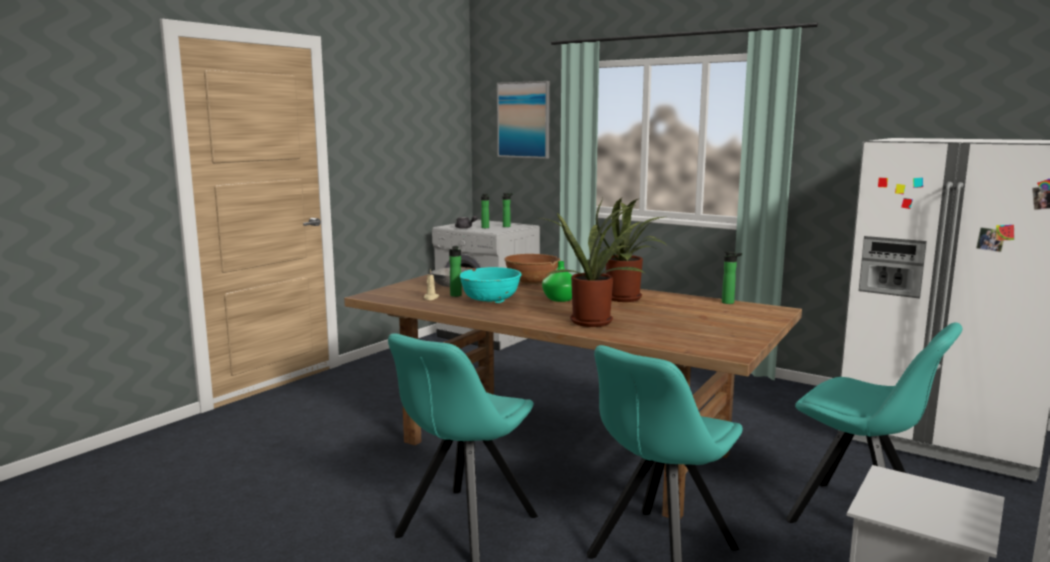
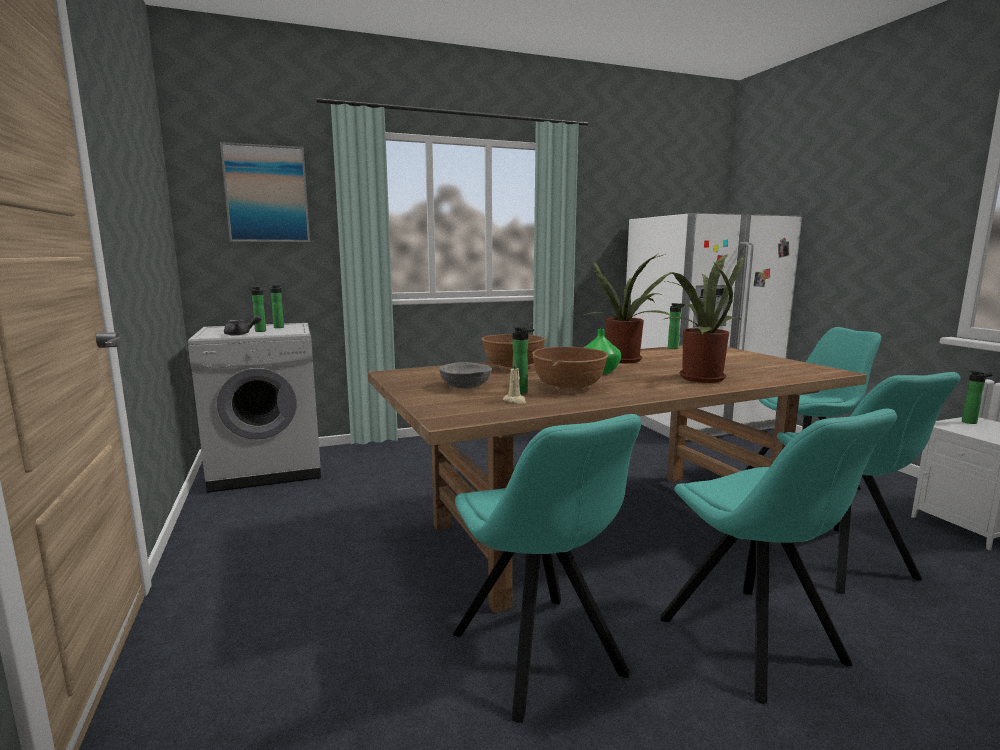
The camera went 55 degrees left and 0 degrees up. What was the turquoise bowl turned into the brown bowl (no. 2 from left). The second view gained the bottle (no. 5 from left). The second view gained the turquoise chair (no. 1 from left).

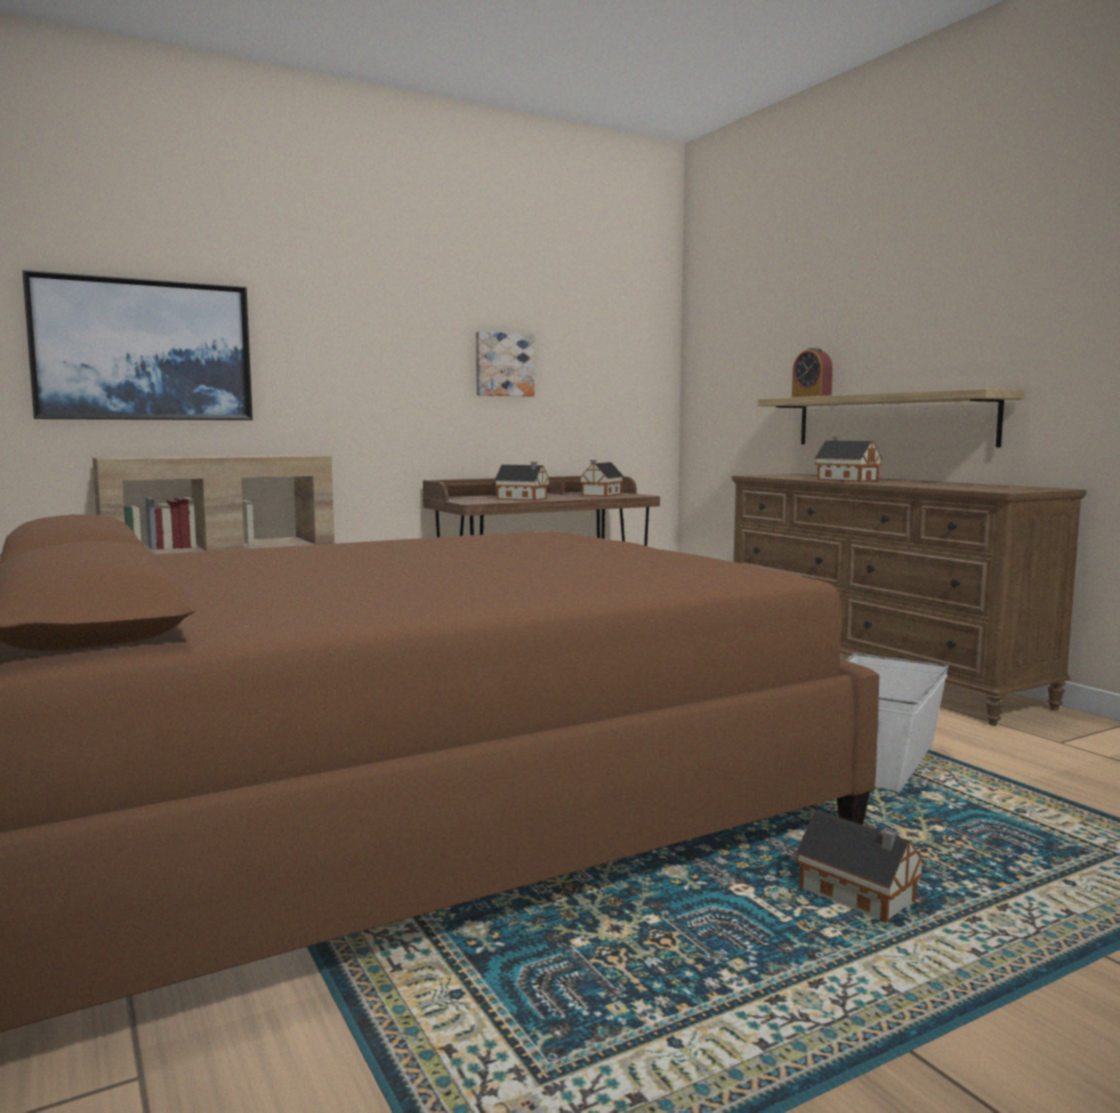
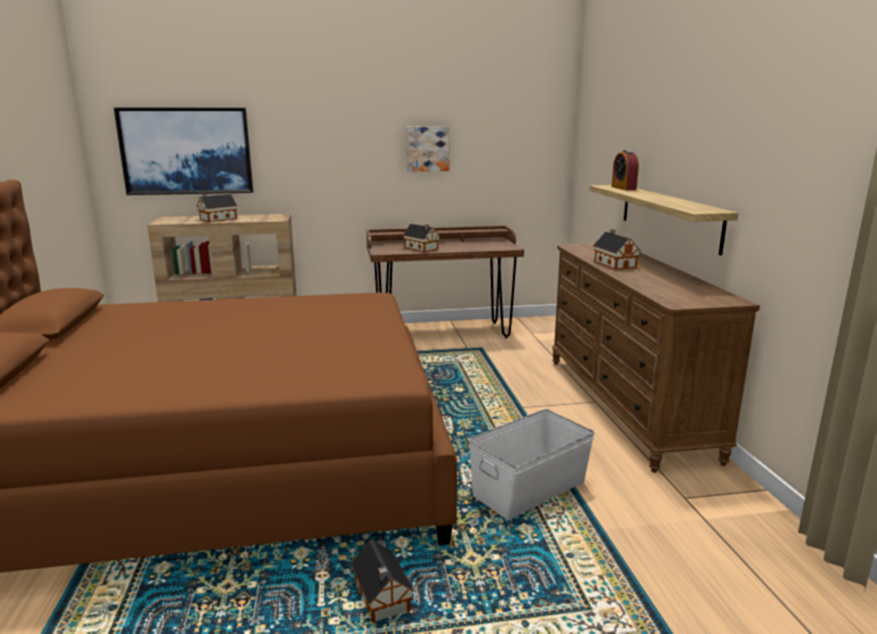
The camera went 20 degrees right and 10 degrees up. The toy house (no. 2 from left in the first image) ended up elsewhere.

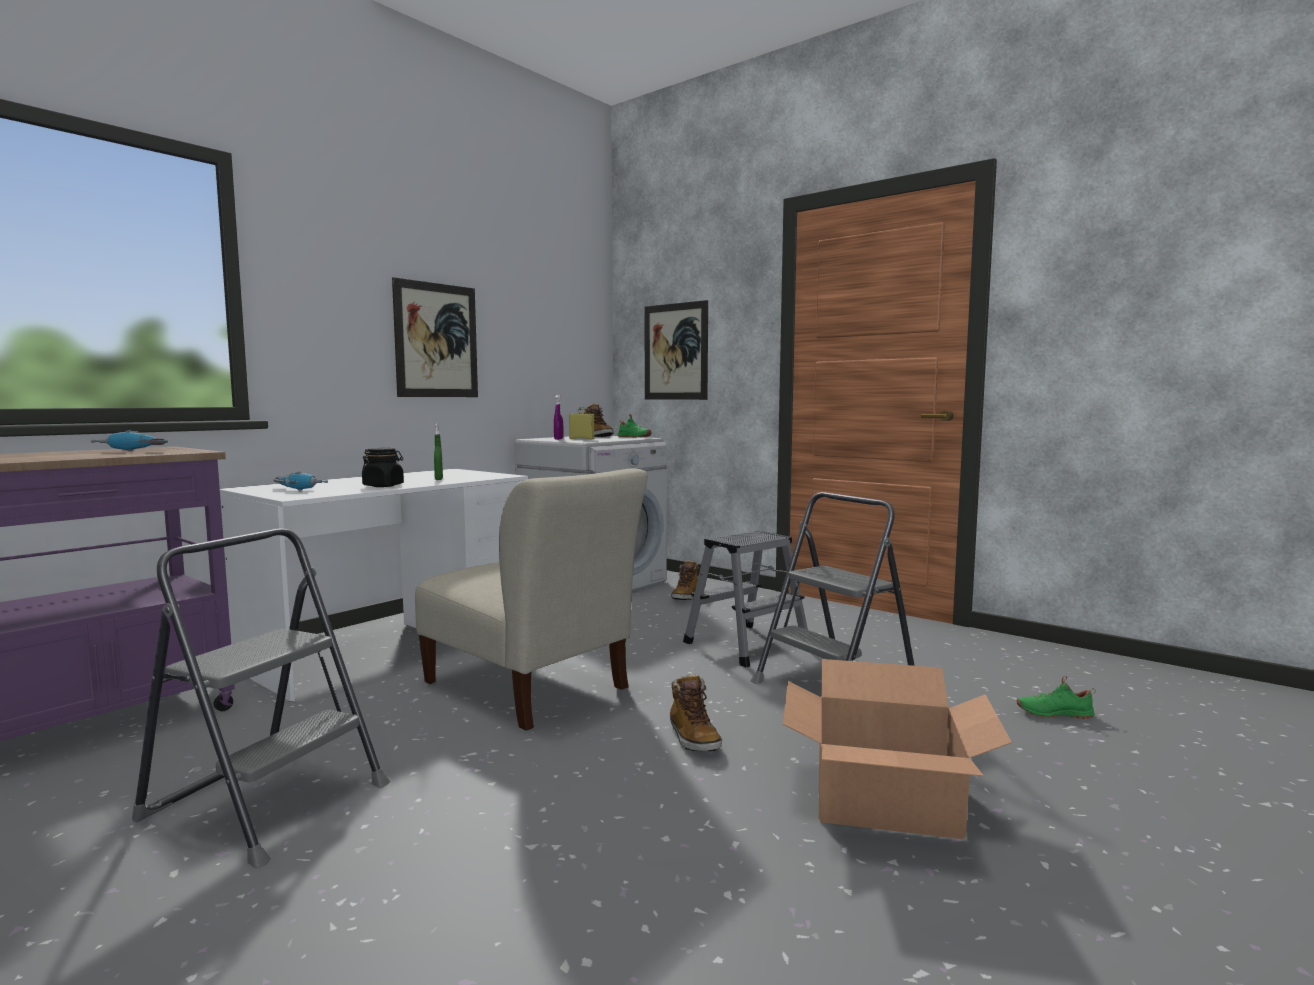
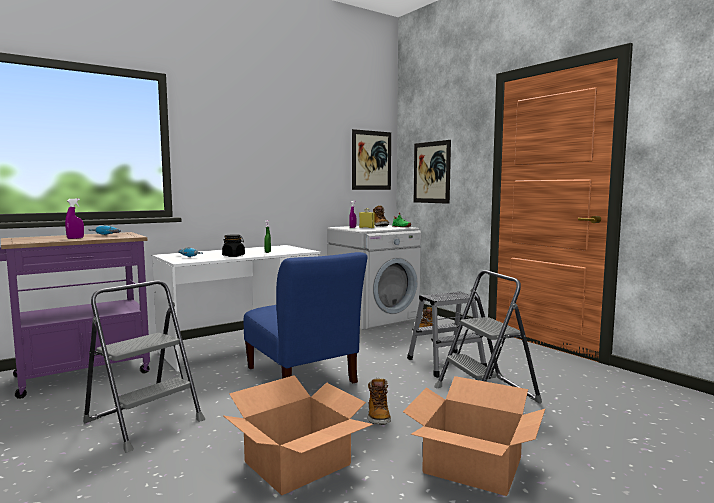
The camera went 15 degrees right and 0 degrees up. The picture (no. 1 from left) ended up elsewhere. What was the beige chair turned into the blue chair. The second view lost the green shoe (no. 2 from left). The second view gained the purple spray bottle (no. 1 from left). The second view gained the cardboard box (no. 1 from left).

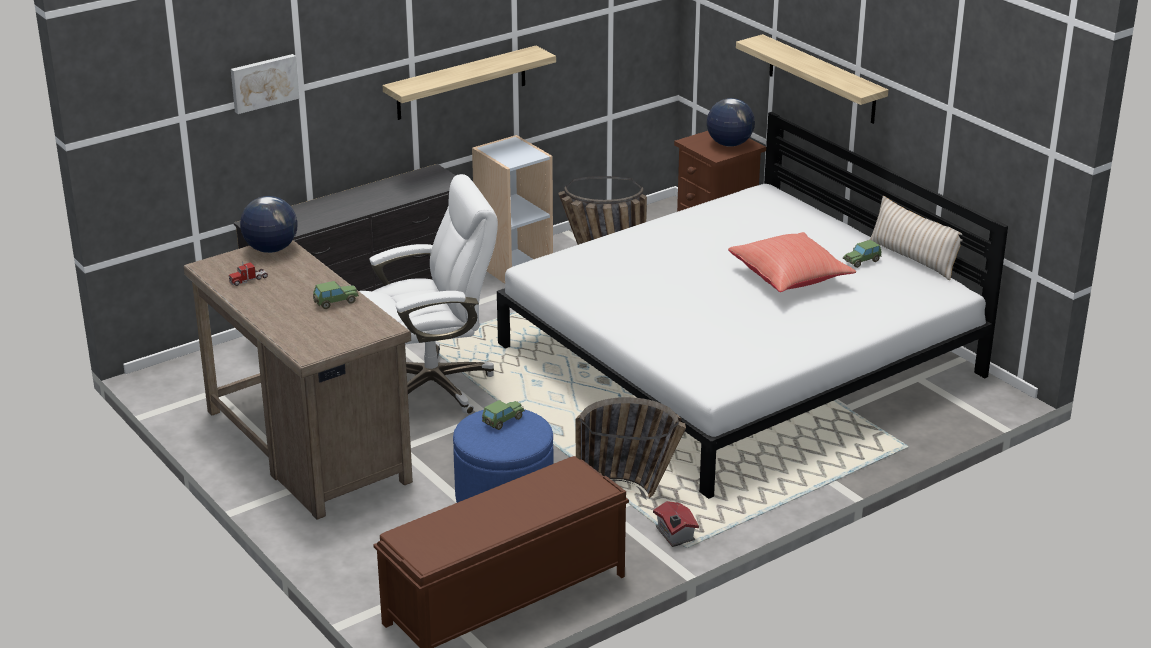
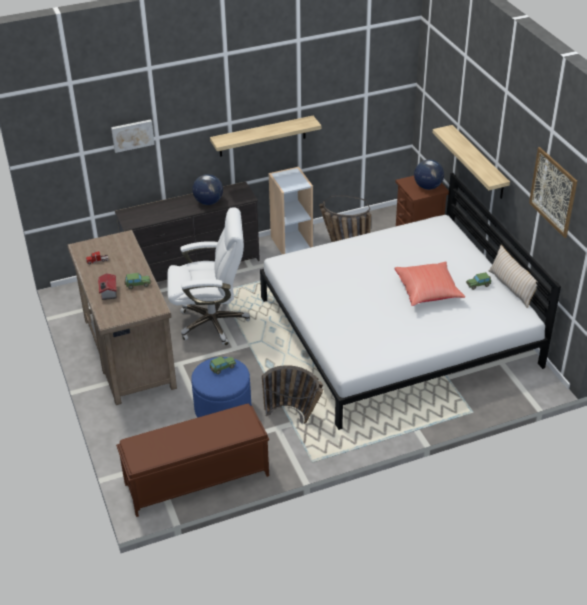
The camera went 15 degrees right and 10 degrees up. The globe (no. 1 from left) ended up elsewhere. The toy house ended up elsewhere. The second view gained the picture (no. 2 from left).

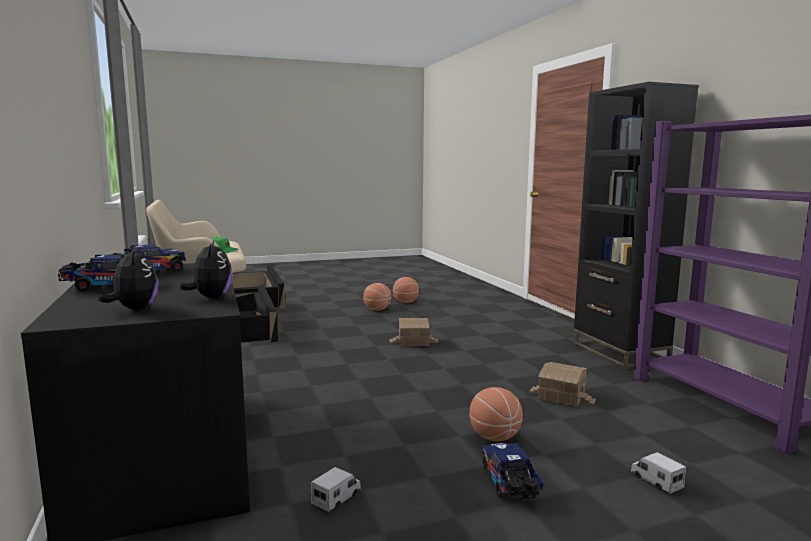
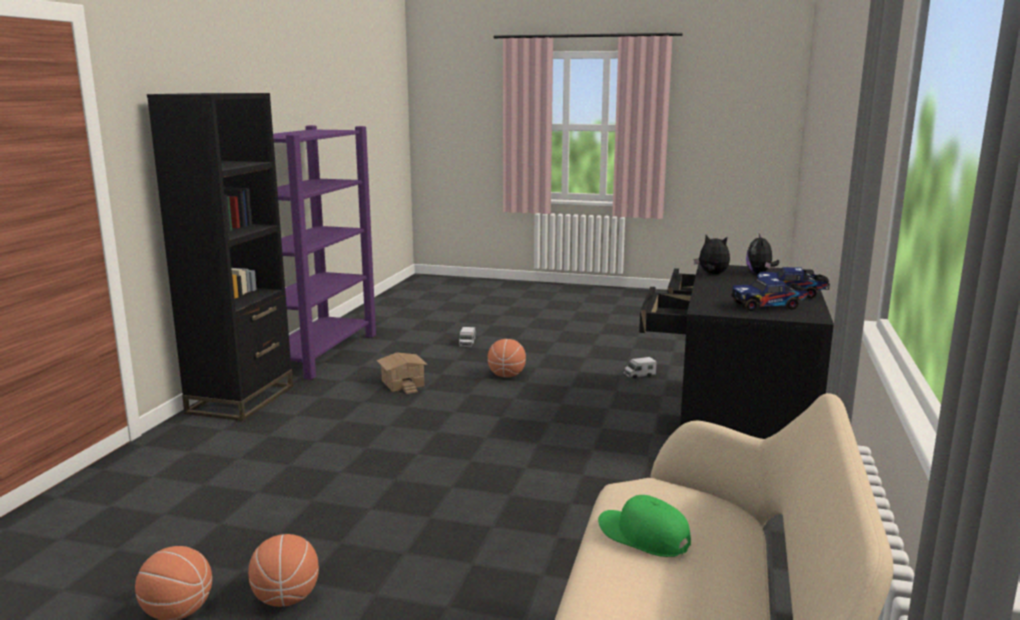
The camera went 145 degrees left and 5 degrees up. The plush toy (no. 2 from left in the first image) ended up facing another way, 105 degrees clockwise from before. The second view lost the toy house (no. 1 from left). The second view lost the toy truck (no. 4 from left).

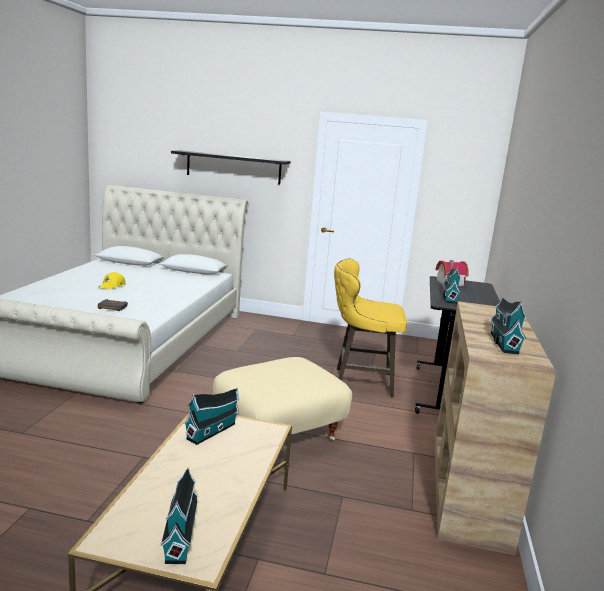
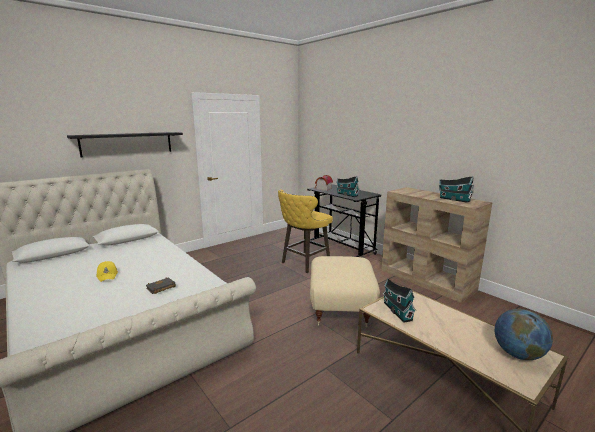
The camera went 50 degrees left and 0 degrees up. Where the toy house (no. 1 from left) stood, the globe came to stand.

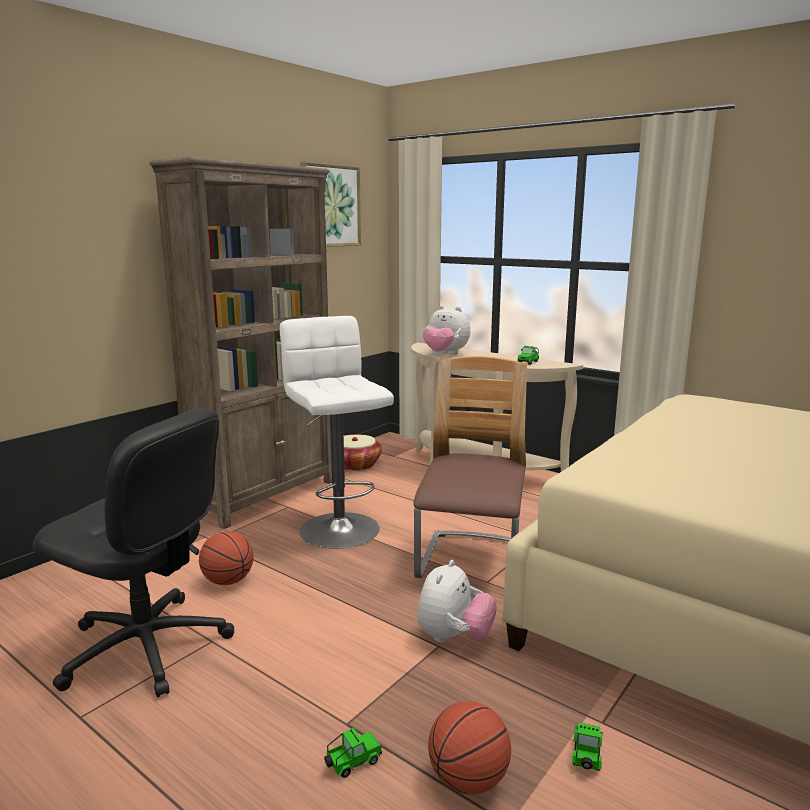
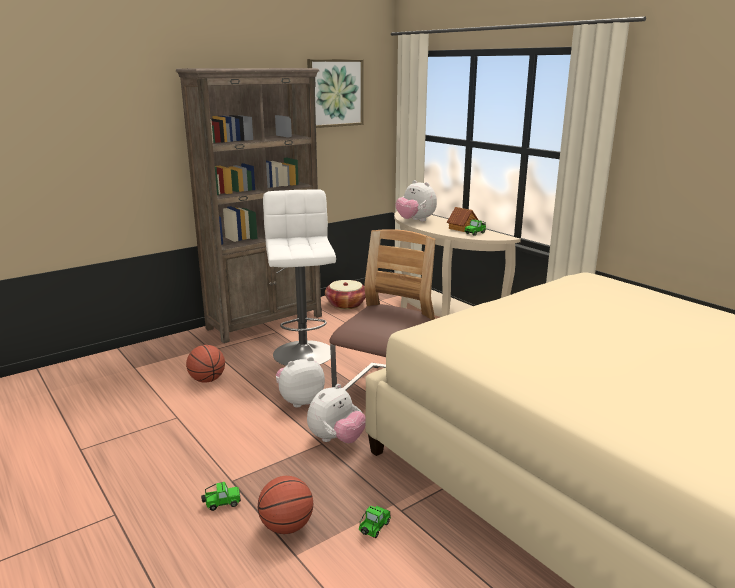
The camera went 15 degrees right and 5 degrees up. The second view lost the black office chair. The second view gained the toy house. The second view gained the plush toy (no. 1 from left).

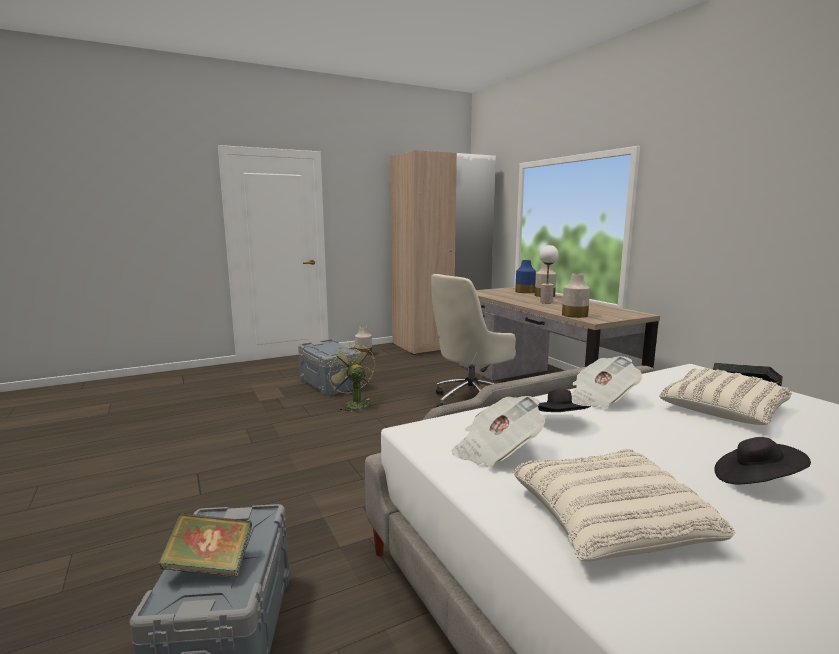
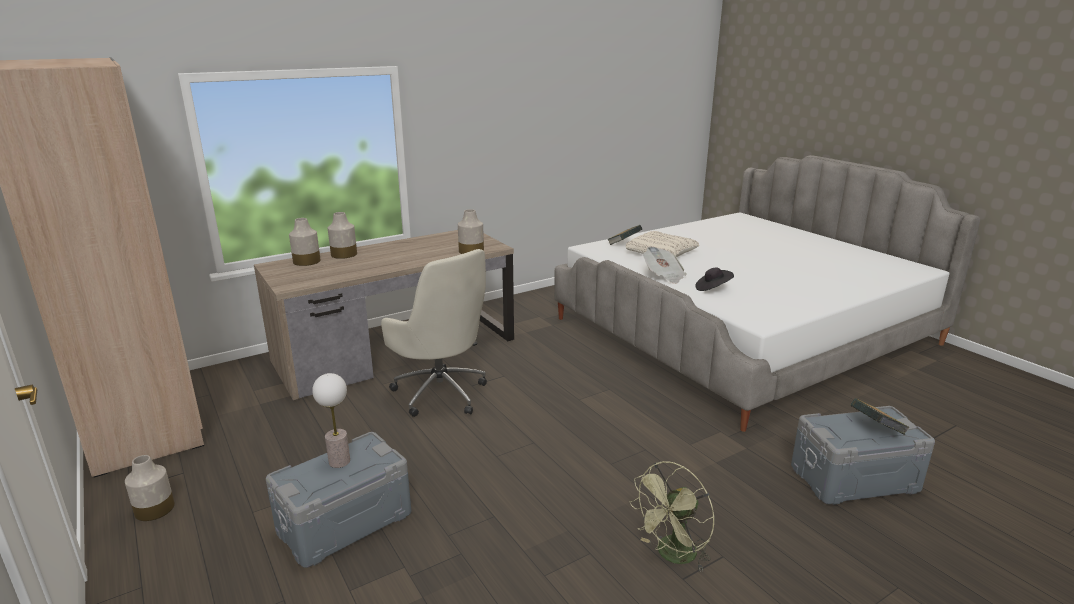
The camera went 95 degrees left and 10 degrees up. The table lamp ended up elsewhere. What was the blue vase turned into the beige vase (no. 2 from left). The green fan ended up elsewhere. The second view lost the newspaper (no. 1 from left). The second view lost the black hat (no. 2 from left). The second view lost the beige pillow (no. 1 from left).

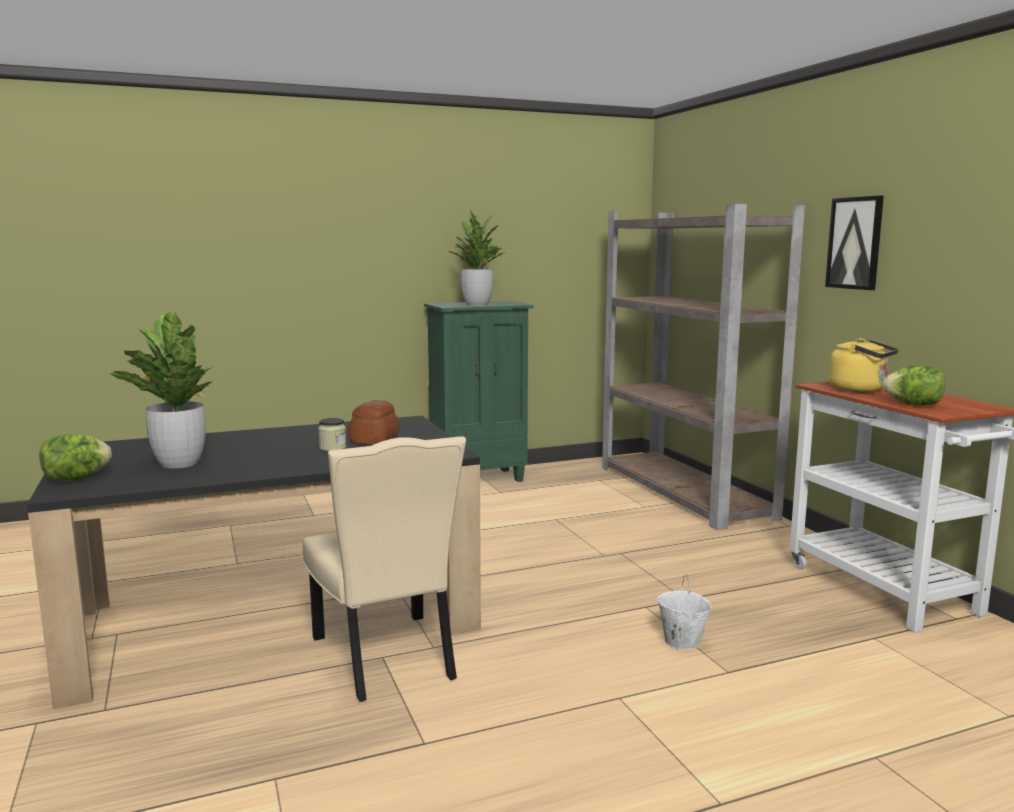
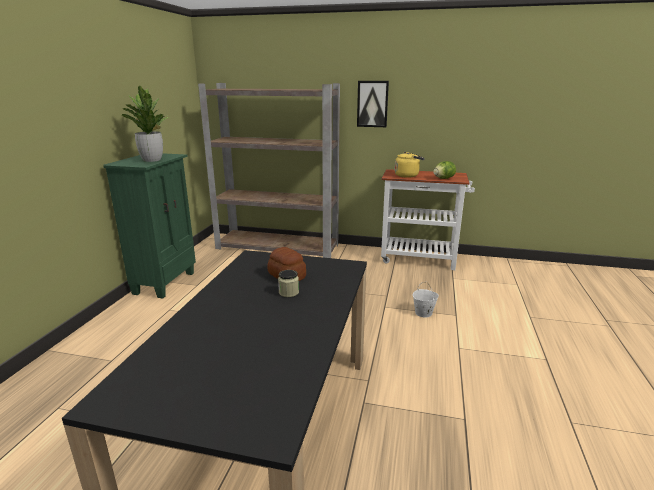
The camera went 55 degrees left and 10 degrees up. The second view lost the potted plant (no. 1 from left). The second view lost the lettuce (no. 1 from left). The second view lost the beige chair.

